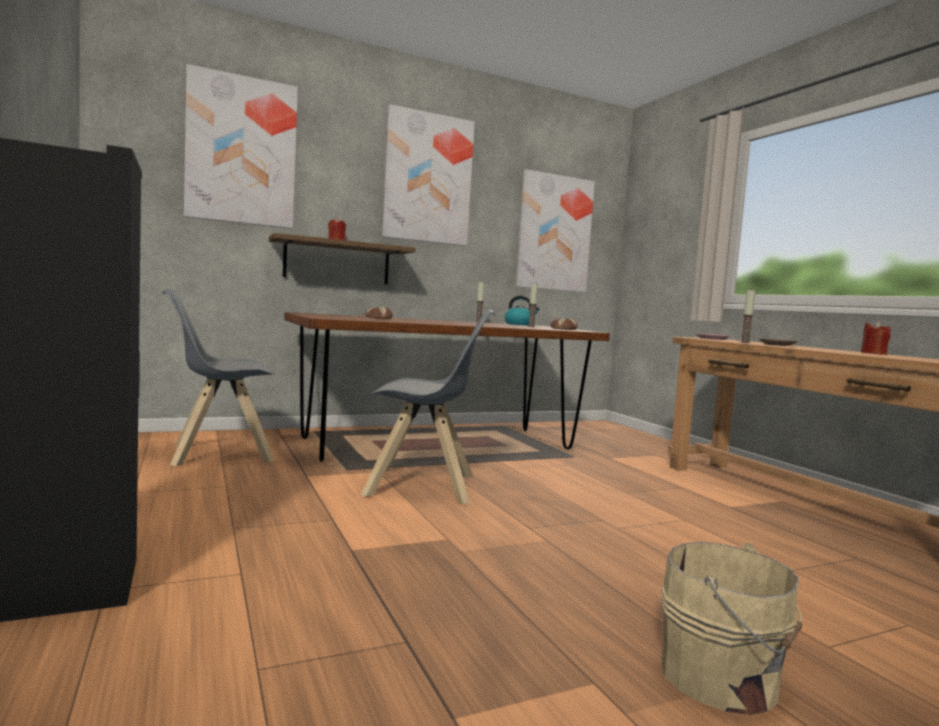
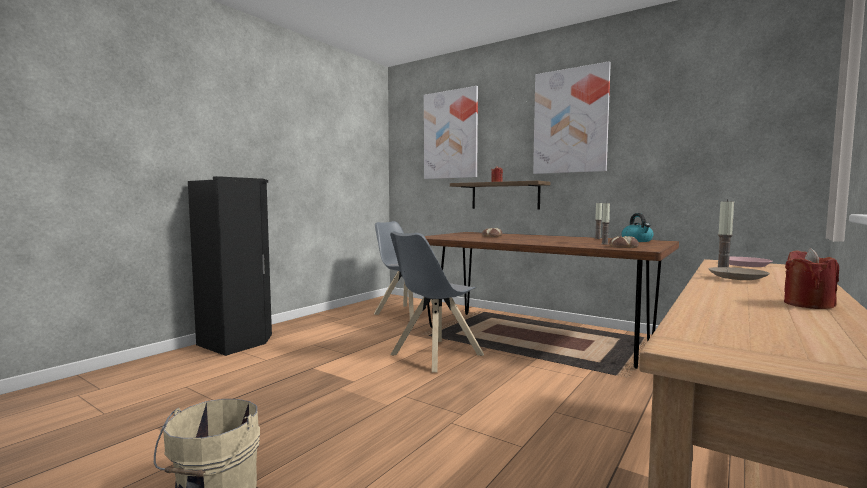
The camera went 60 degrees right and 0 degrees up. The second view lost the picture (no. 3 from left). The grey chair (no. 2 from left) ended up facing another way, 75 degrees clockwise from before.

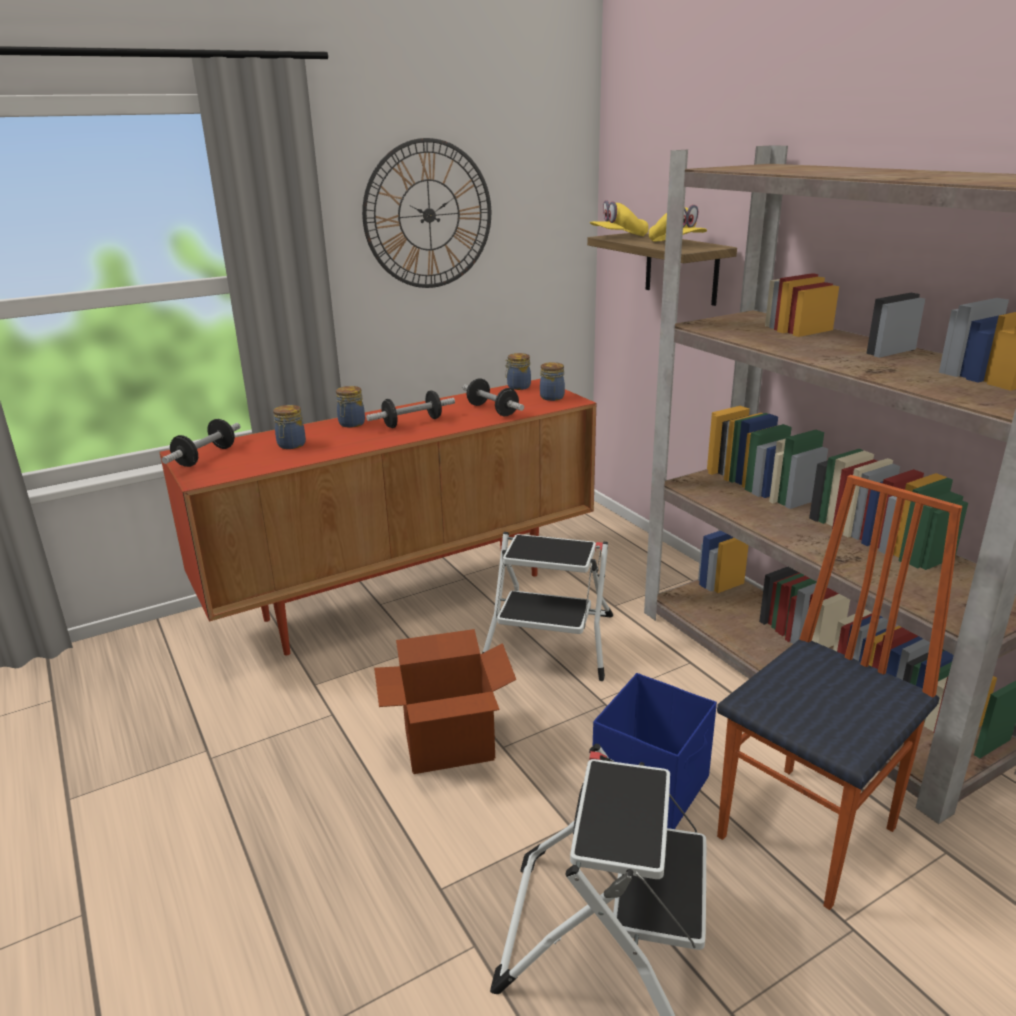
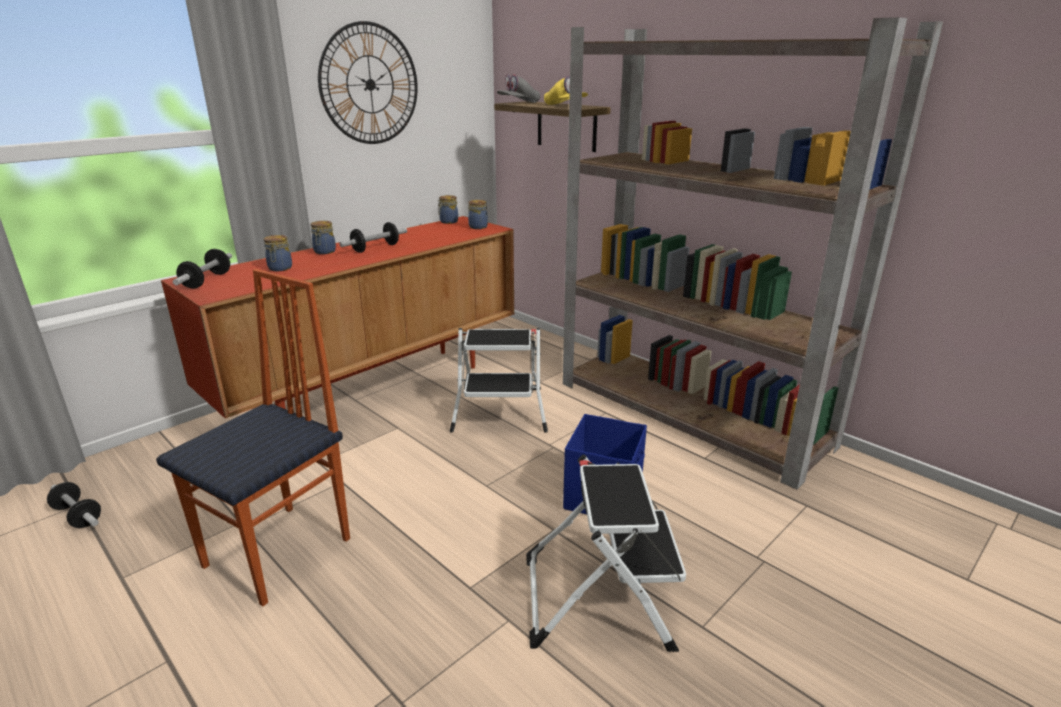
The camera went 15 degrees left and 0 degrees up. What was the yellow cap (no. 1 from left) turned into the grey cap. The dumbbell (no. 3 from left in the first image) ended up elsewhere. The chair ended up elsewhere. The second view lost the cardboard box.

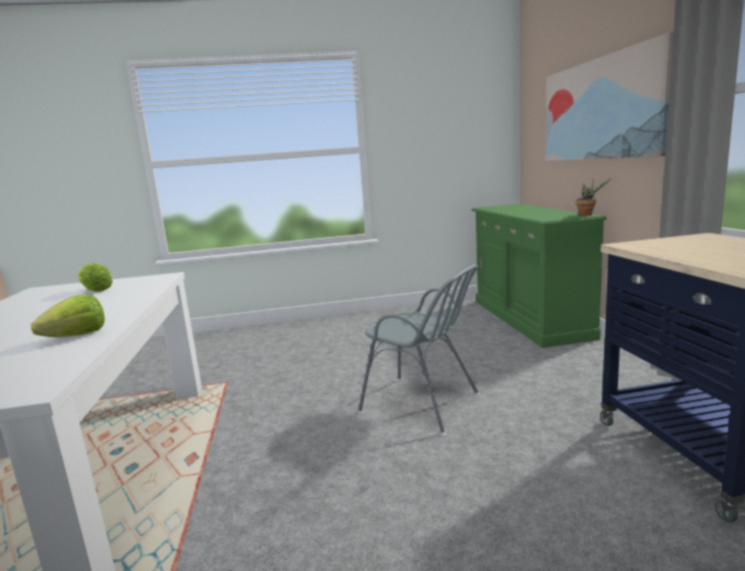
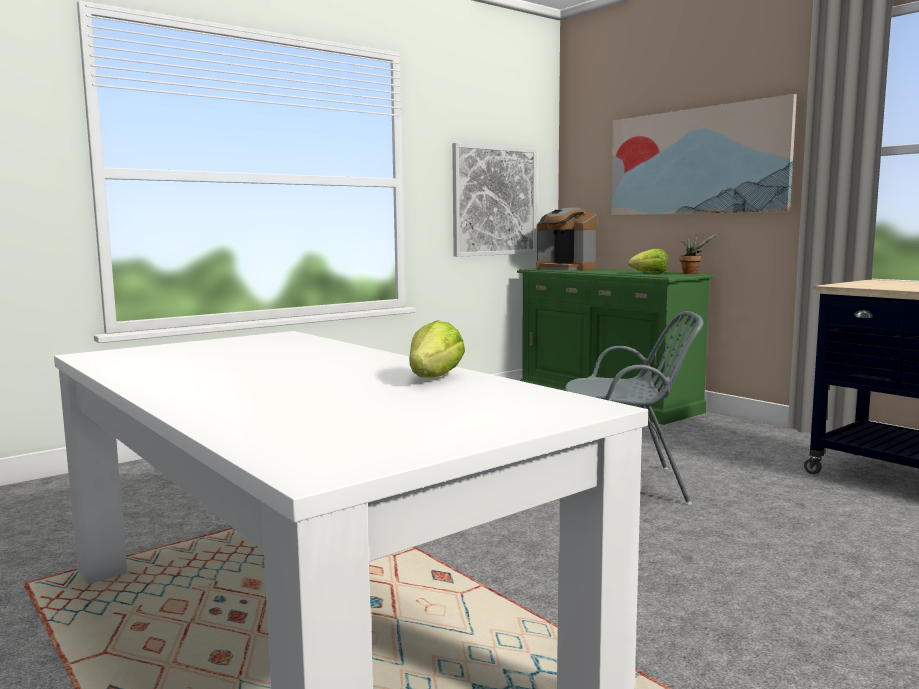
The camera went 30 degrees left and 5 degrees down. The lettuce (no. 2 from left) ended up elsewhere. The second view gained the picture (no. 1 from left). The second view gained the coffee machine.

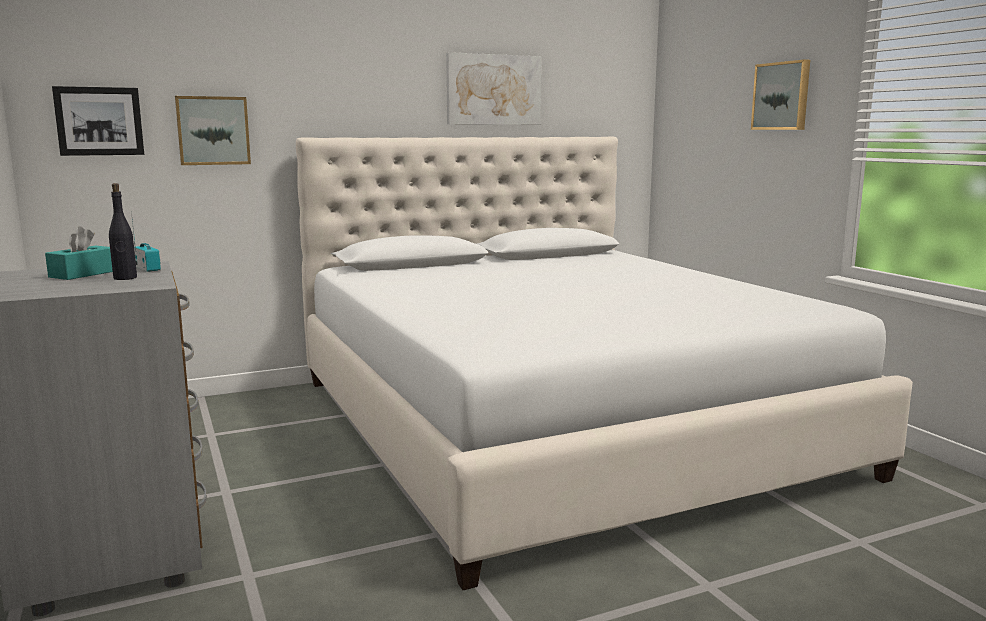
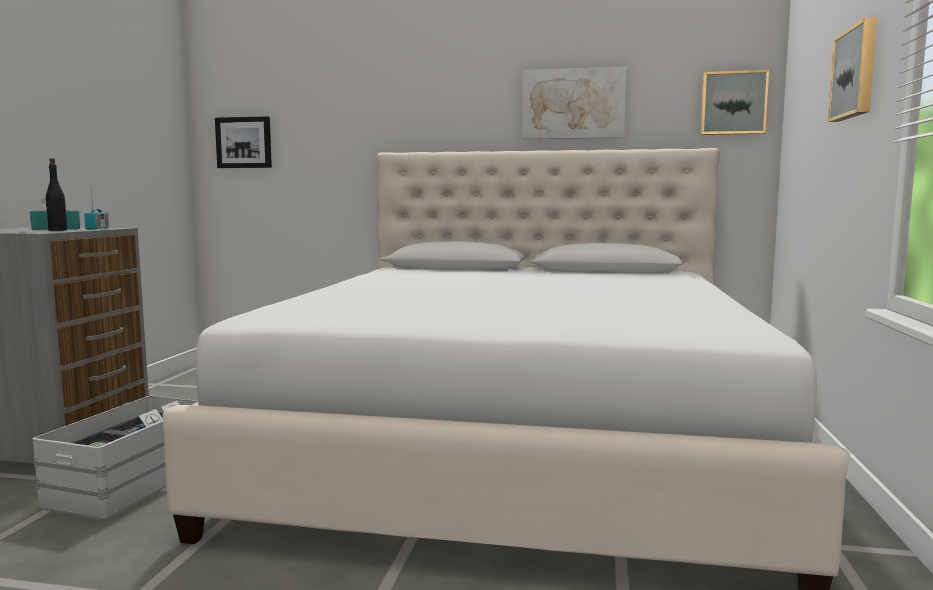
The camera went 35 degrees right and 5 degrees down. The picture (no. 2 from left in the first image) ended up elsewhere. The second view gained the grey storage box.

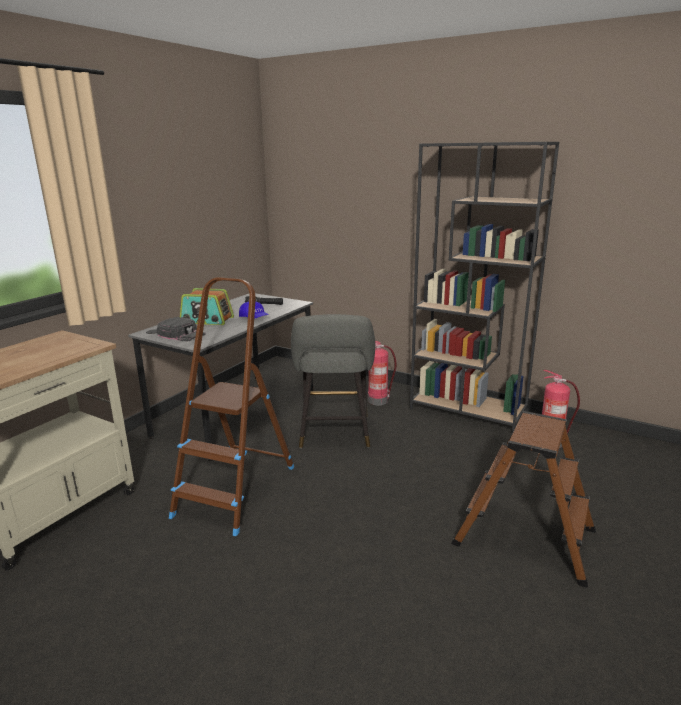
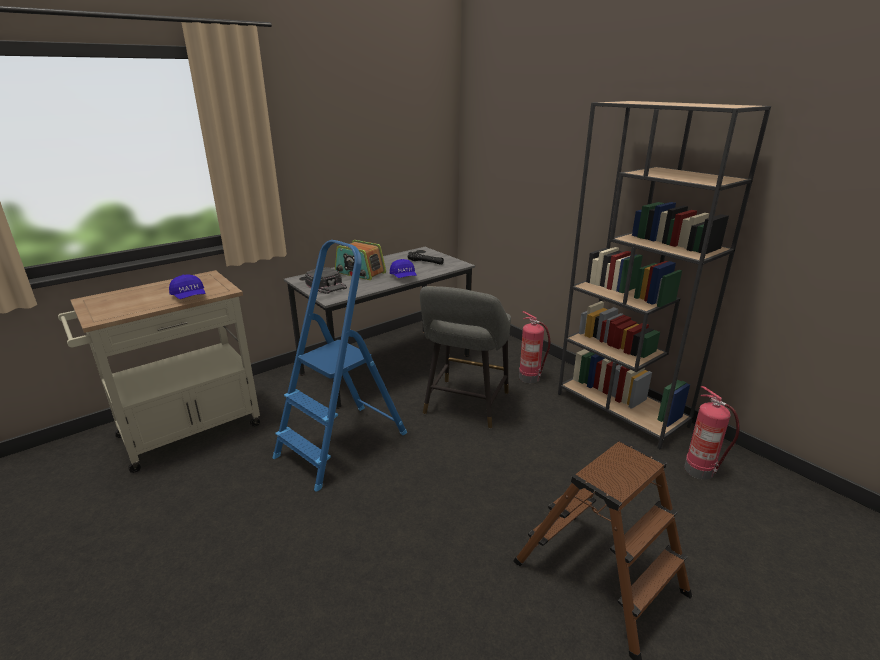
The camera went 20 degrees right and 5 degrees up. What was the brown step ladder (no. 1 from left) turned into the blue step ladder. The second view gained the blue cap (no. 1 from left).

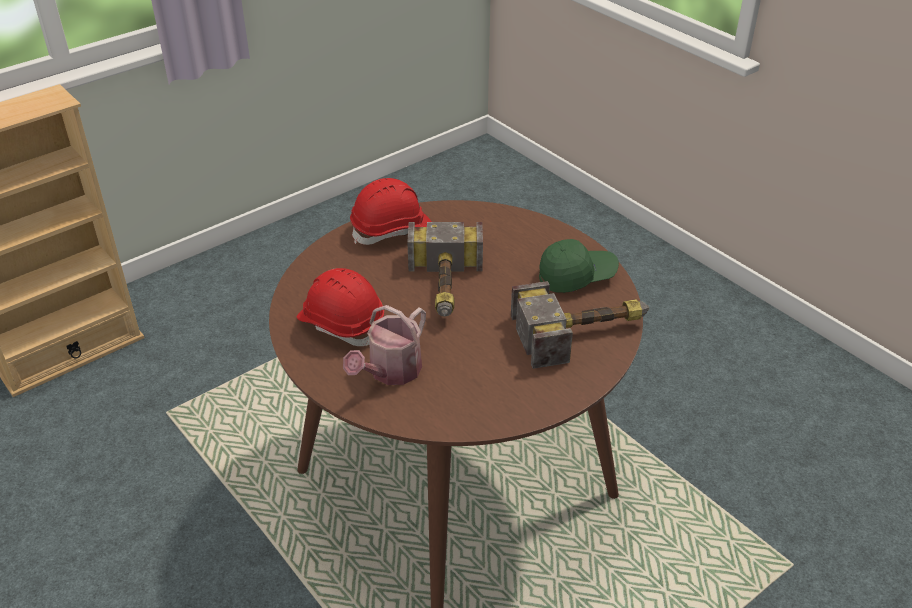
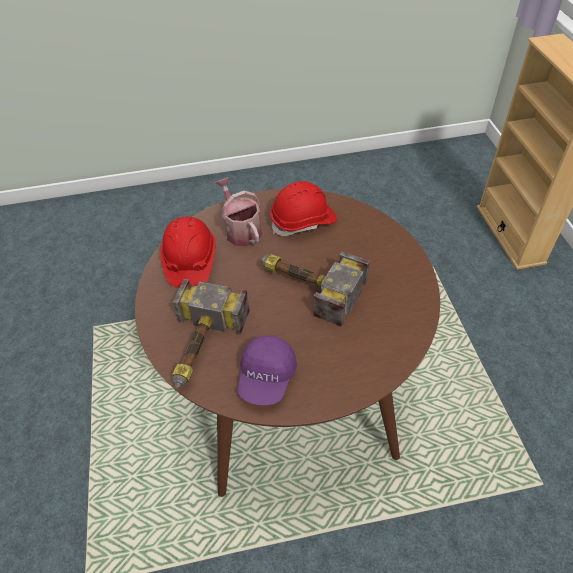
The camera went 120 degrees right and 10 degrees up. The red hard hat (no. 2 from left in the first image) ended up elsewhere. What was the green cap turned into the purple cap.

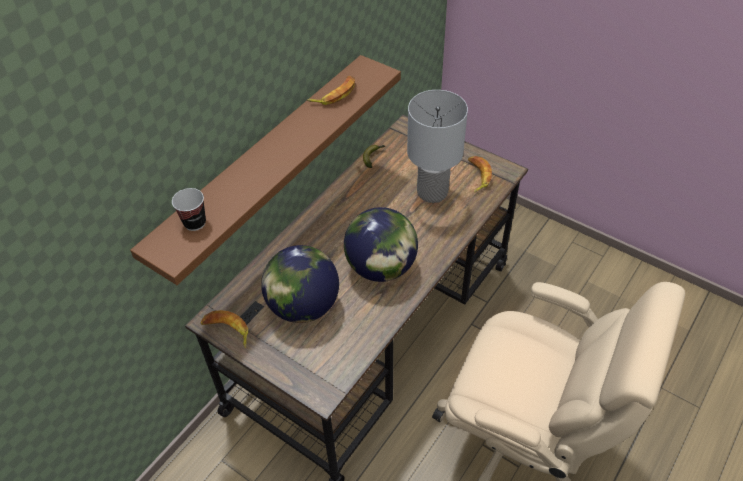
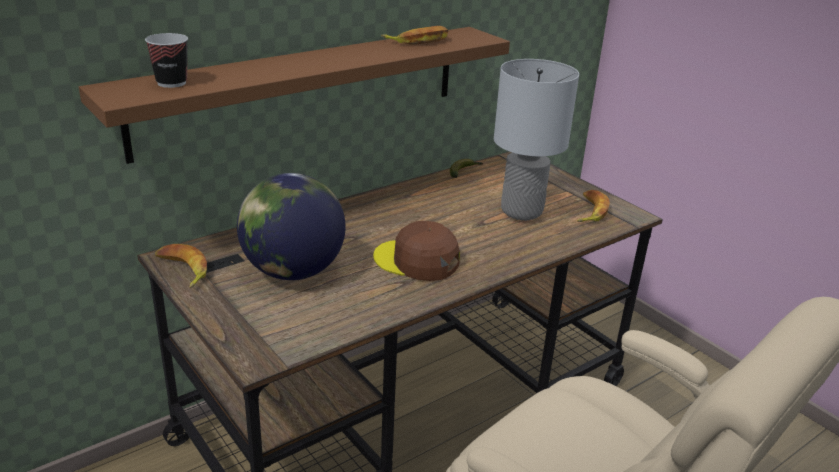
The camera went 15 degrees right and 20 degrees down. Where the globe (no. 2 from left) stood, the brown cap came to stand.

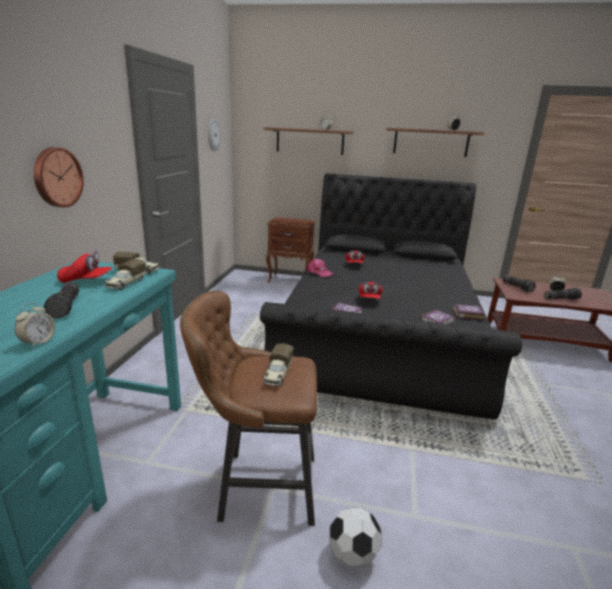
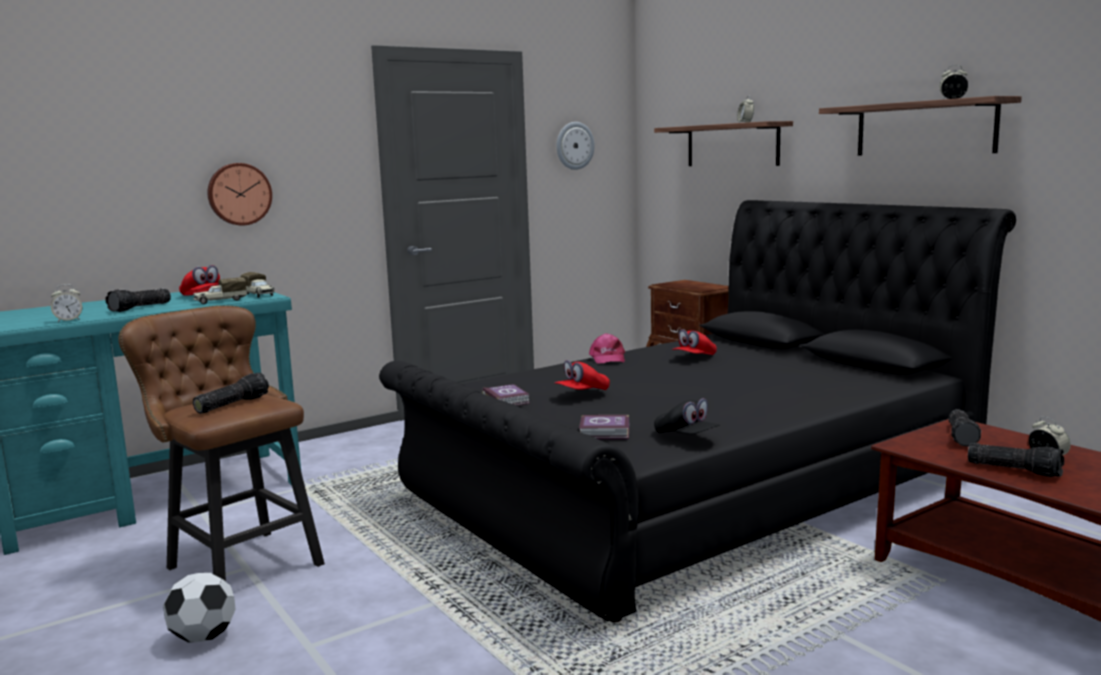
The camera went 45 degrees right and 10 degrees down. Where the book (no. 3 from left) stood, the black cap came to stand. Where the toy truck (no. 3 from left) stood, the flashlight (no. 2 from left) came to stand.

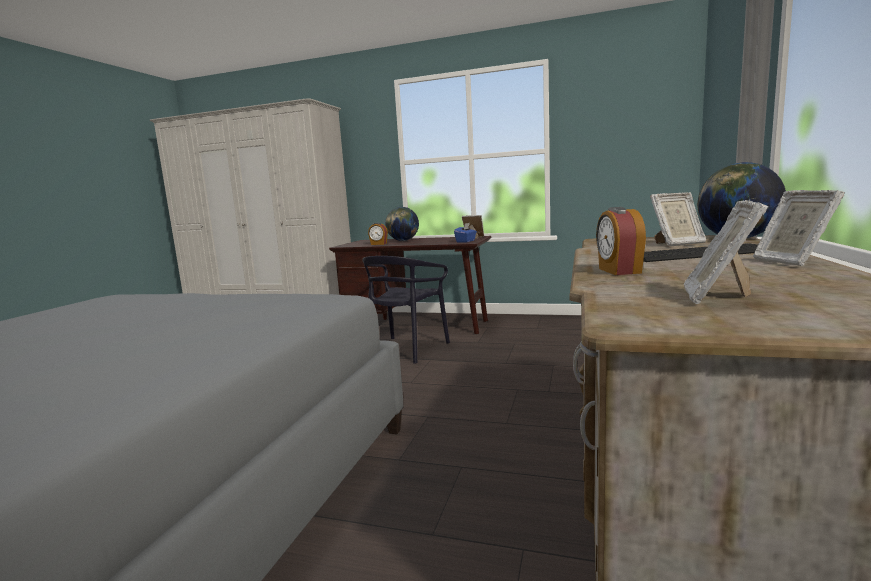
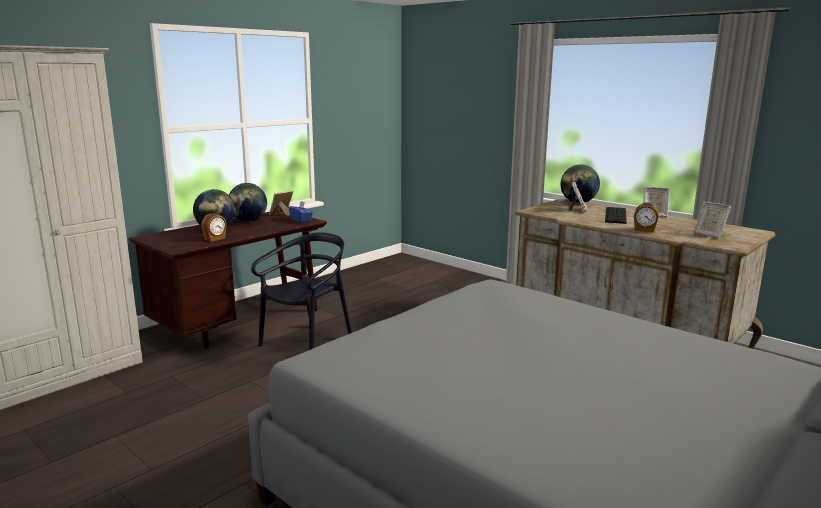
The camera went 65 degrees left and 5 degrees up. The black chair ended up facing another way, 105 degrees counterclockwise from before. The second view gained the globe (no. 2 from left).

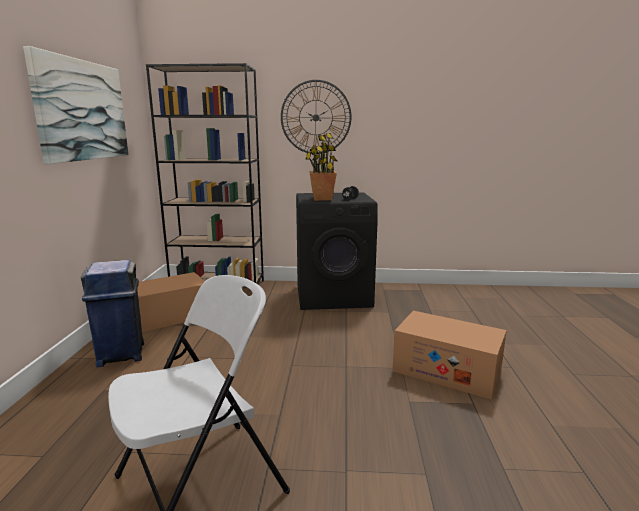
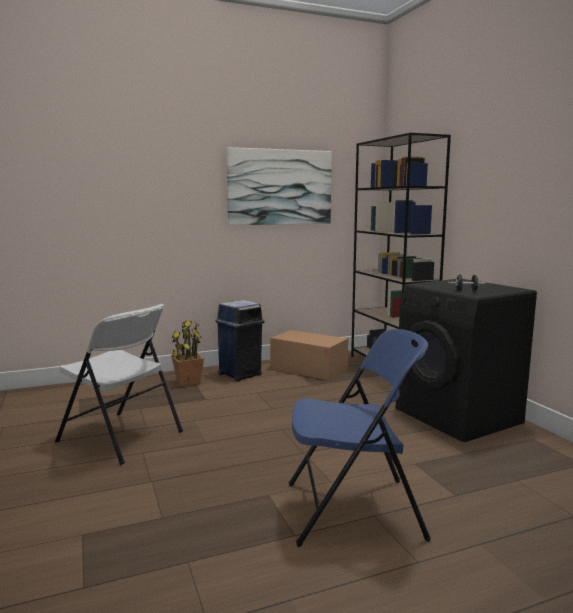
The camera went 65 degrees right and 5 degrees down. The second view lost the wall clock. The potted plant ended up elsewhere. Where the cardboard box (no. 2 from left) stood, the blue chair came to stand.

